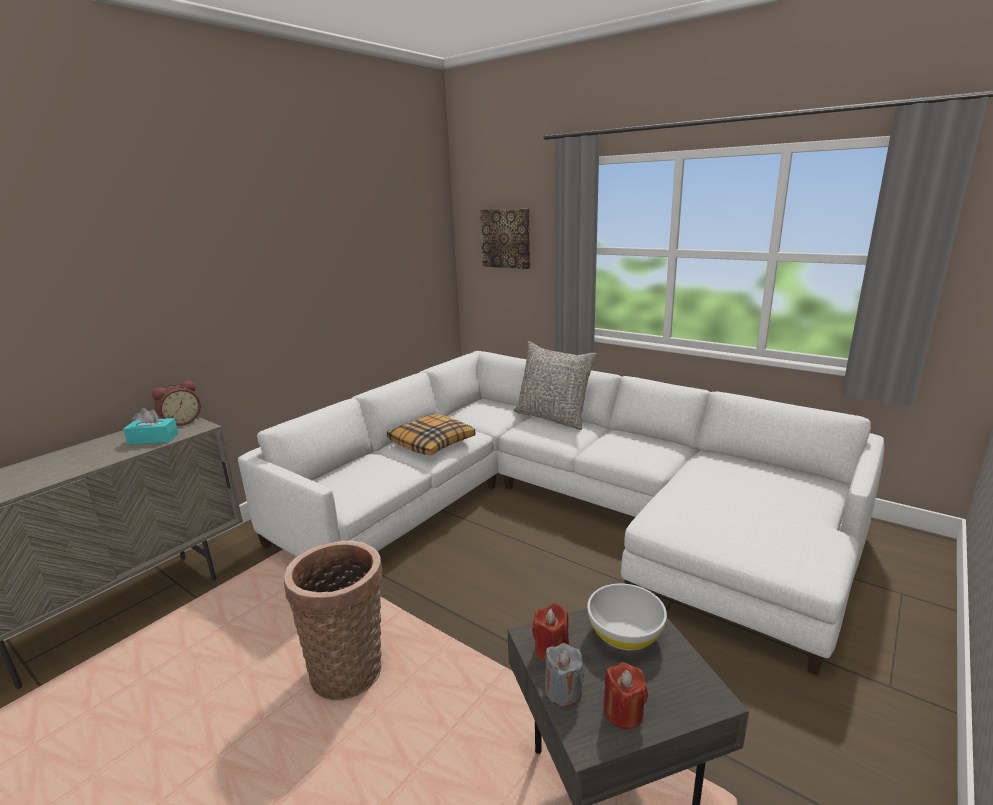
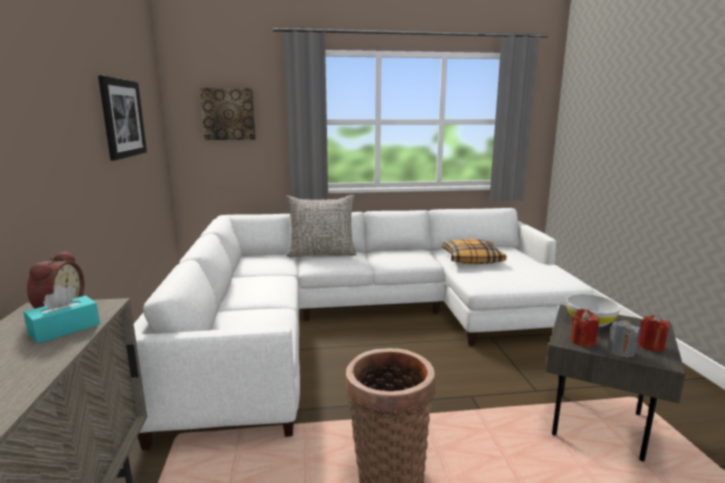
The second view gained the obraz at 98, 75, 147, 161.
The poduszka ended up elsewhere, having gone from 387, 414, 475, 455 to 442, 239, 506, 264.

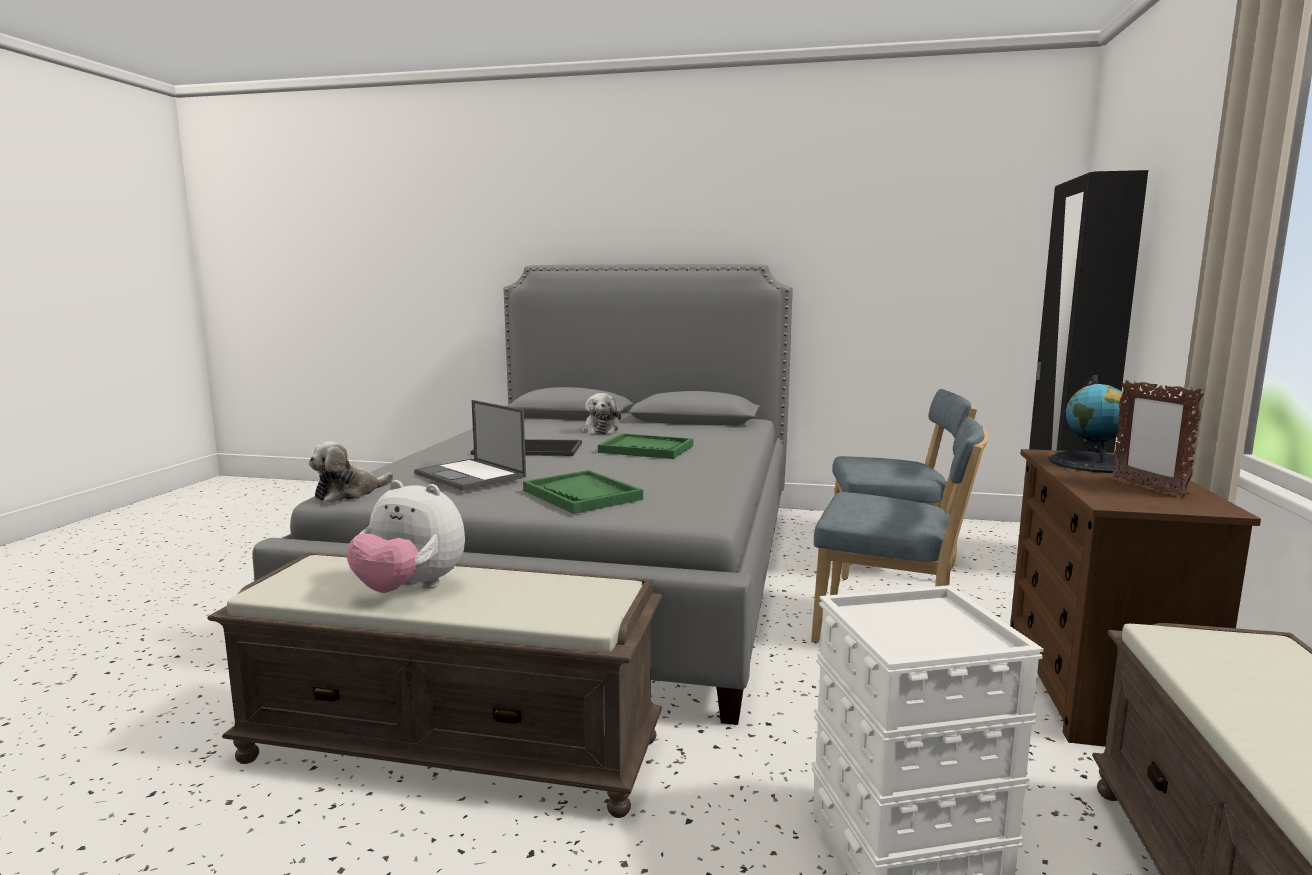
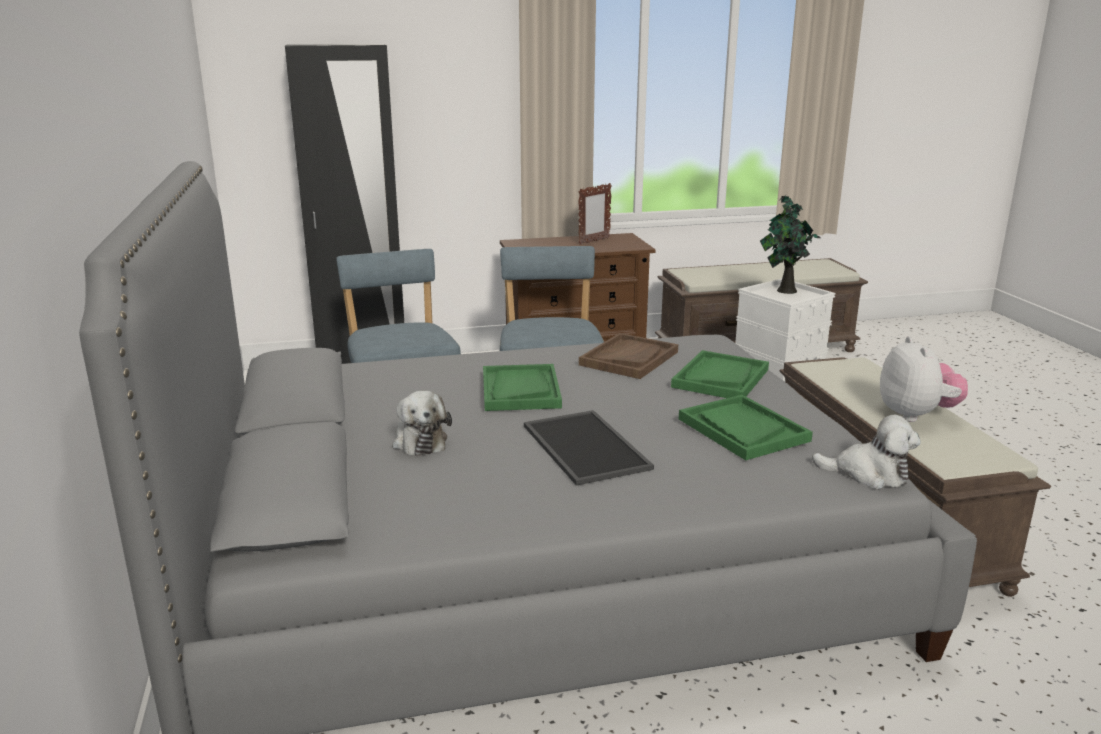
The pluszak at 582, 393, 621, 435 ended up facing another way, 105 degrees clockwise from before.
The second view gained the taca/brązowy at 579, 333, 678, 379.
Where the laptop stood at 414, 400, 526, 491, the taca/zielony came to stand at 679, 395, 813, 460.
The second view gained the roślina doniczkowa at 760, 195, 821, 294.
The second view lost the globus at 1048, 375, 1128, 473.

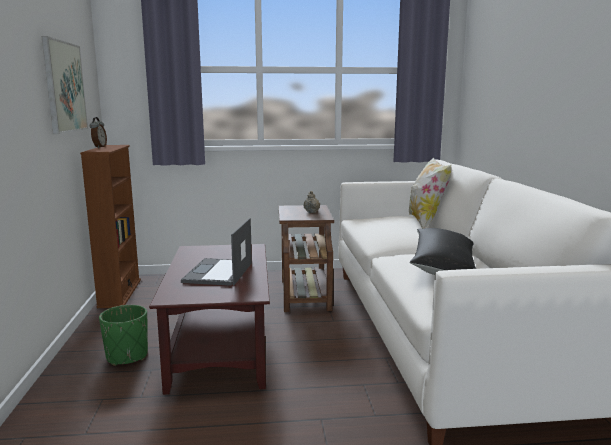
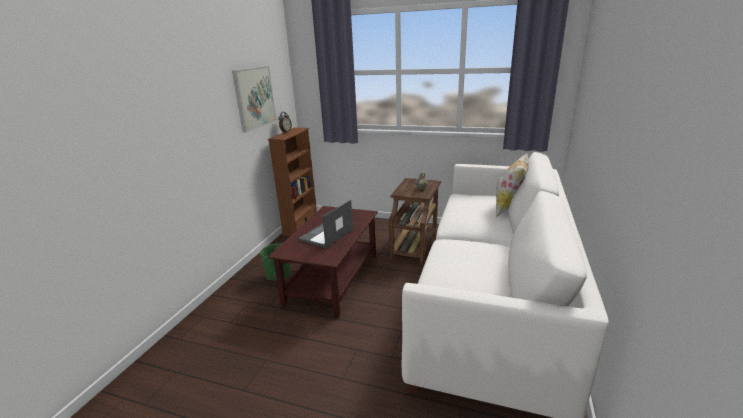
The second view lost the poduszka/czarny at 410, 228, 476, 275.

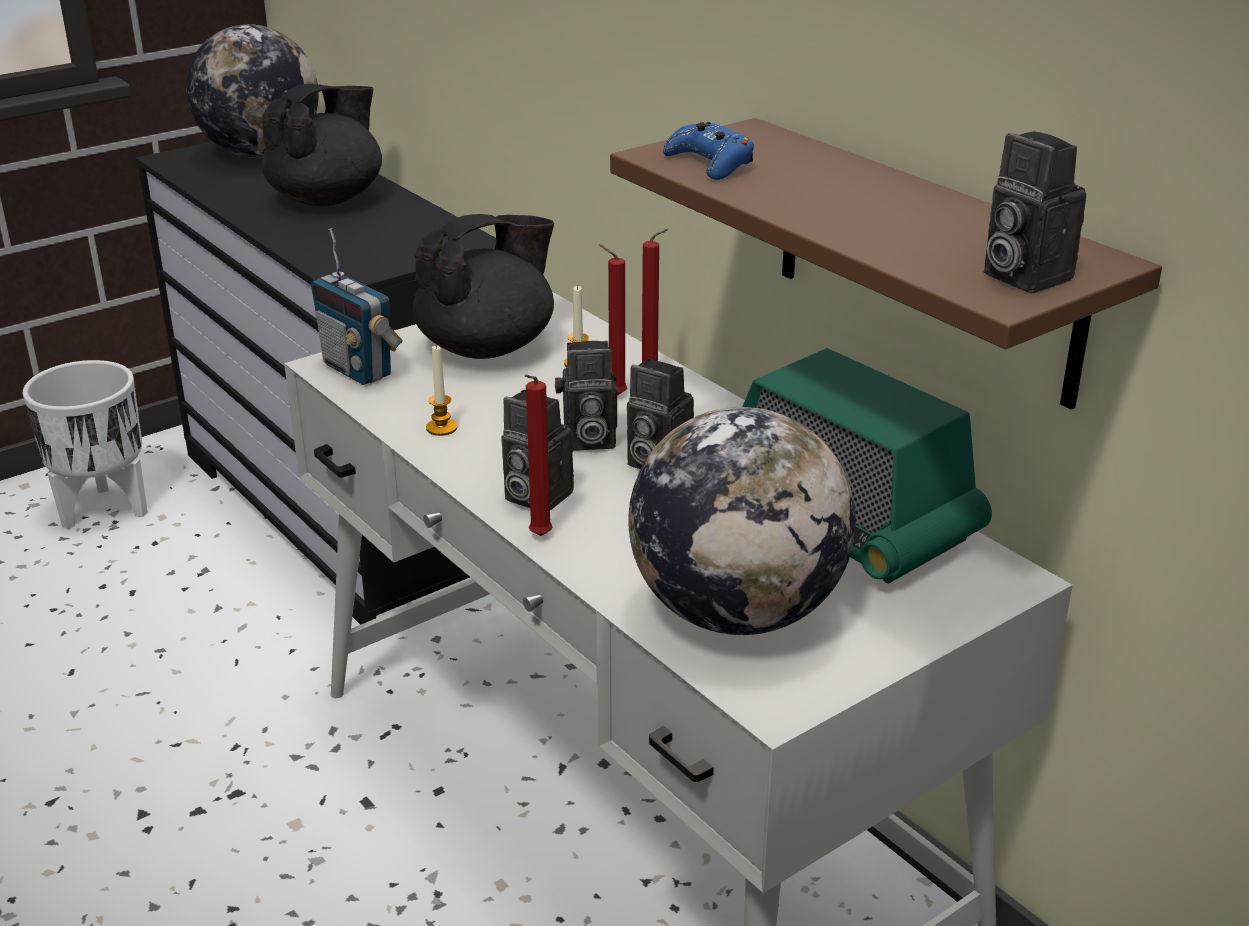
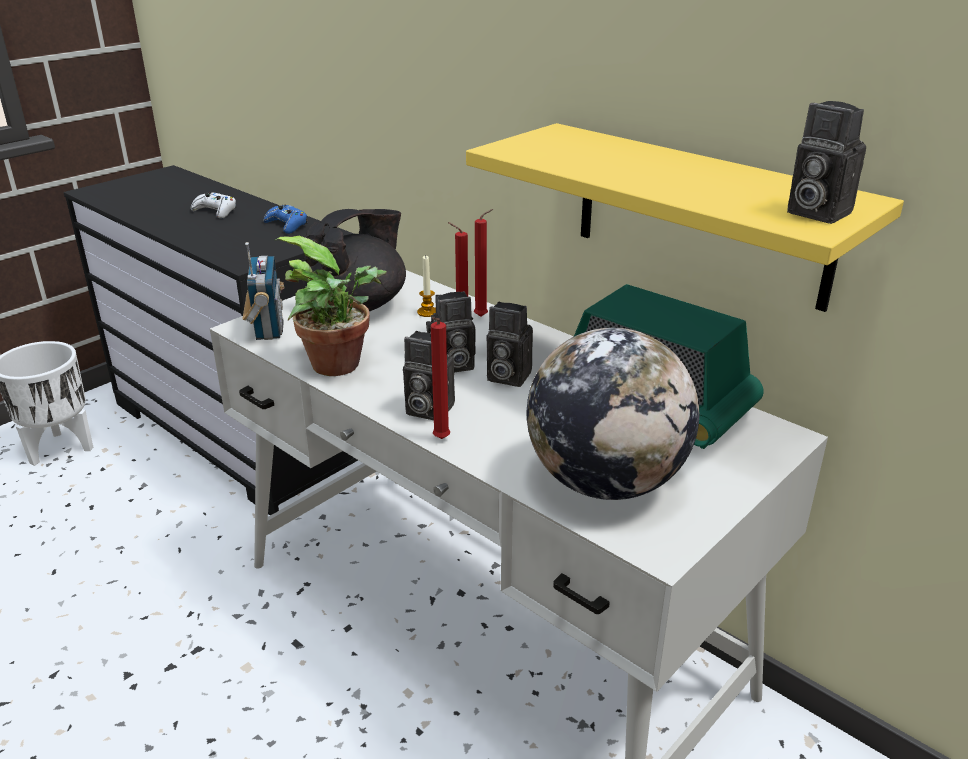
Where the imbryk/czarny stood at 262, 84, 382, 206, the pad do gier/biały came to stand at 191, 192, 236, 219.
The radio at 311, 228, 403, 385 ended up facing another way, 135 degrees counterclockwise from before.
The pad do gier/niebieski ended up elsewhere, having gone from 663, 122, 754, 180 to 264, 205, 308, 234.
Where the świeca stood at 426, 346, 457, 436, the roślina doniczkowa came to stand at 276, 236, 387, 376.
What was the półka/brązowy at 610, 118, 1162, 410 turned into the półka/żółty at 466, 123, 904, 312.
The second view lost the globus at 186, 24, 319, 158.

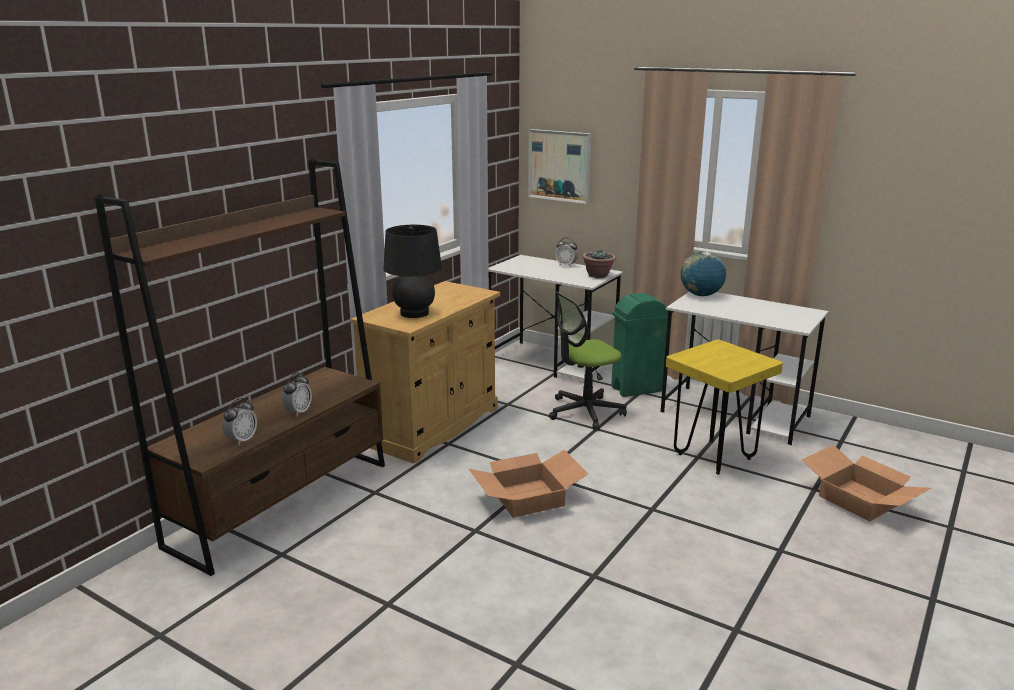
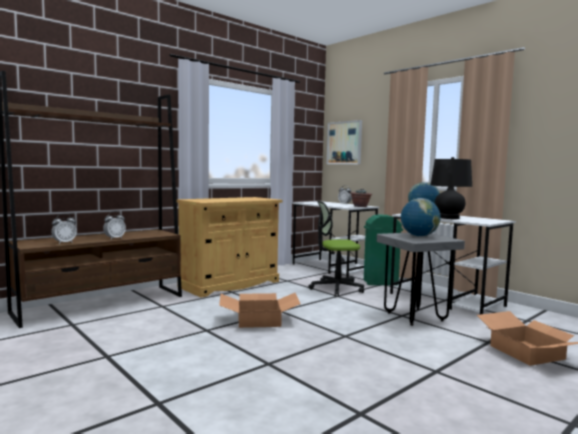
What was the stołek/żółty at 666, 339, 783, 474 turned into the stołek/szary at 377, 233, 465, 326.
The second view gained the globus at 401, 198, 441, 237.
The lampa stołowa/czarny ended up elsewhere, having gone from 384, 225, 442, 318 to 431, 157, 472, 219.

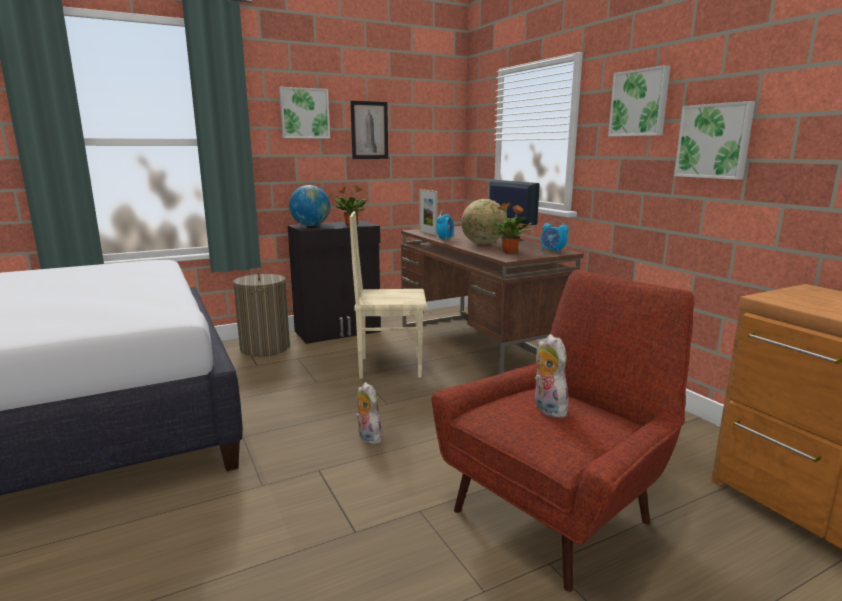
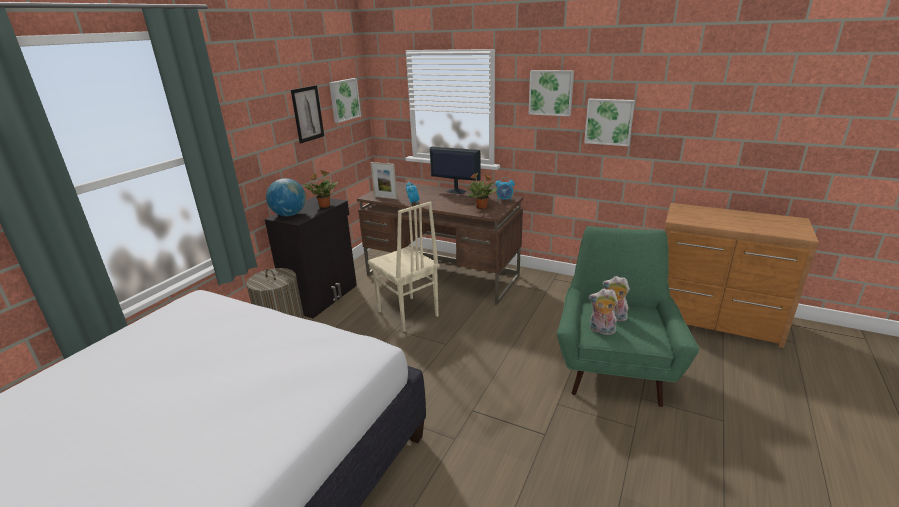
The obraz ended up elsewhere, having gone from 279, 87, 330, 139 to 329, 78, 361, 123.
The krzesło/beżowy at 349, 211, 427, 379 ended up facing another way, 90 degrees counterclockwise from before.
What was the fotel/czerwony at 431, 270, 694, 592 turned into the fotel/zielony at 557, 226, 699, 407.
The pluszak ended up elsewhere, having gone from 355, 382, 383, 445 to 589, 289, 618, 335.
The second view lost the globus at 461, 199, 506, 244.

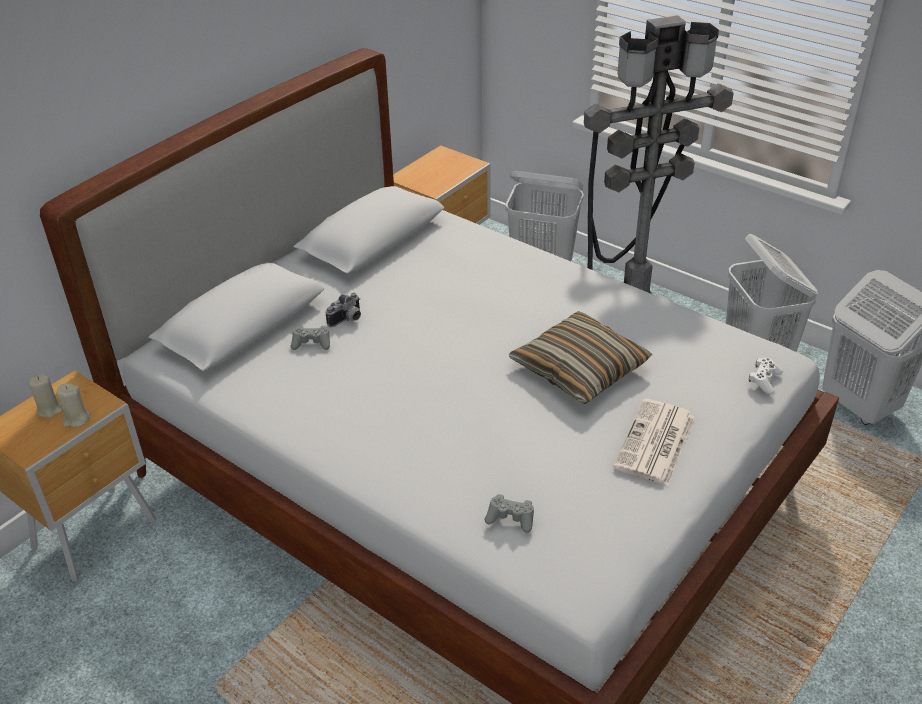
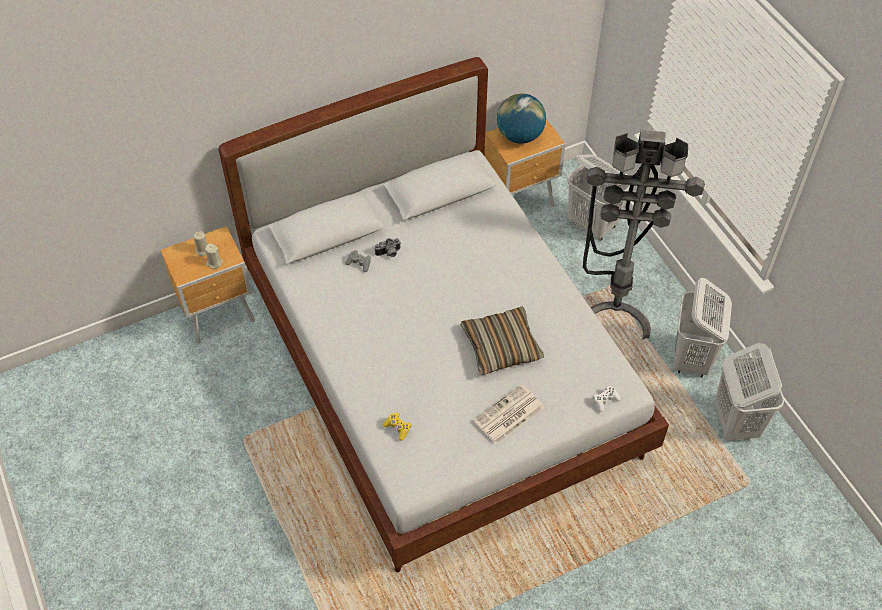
What was the pad do gier/szary at 484, 494, 534, 533 turned into the pad do gier/żółty at 383, 412, 411, 440.
The second view gained the globus at 497, 93, 546, 144.

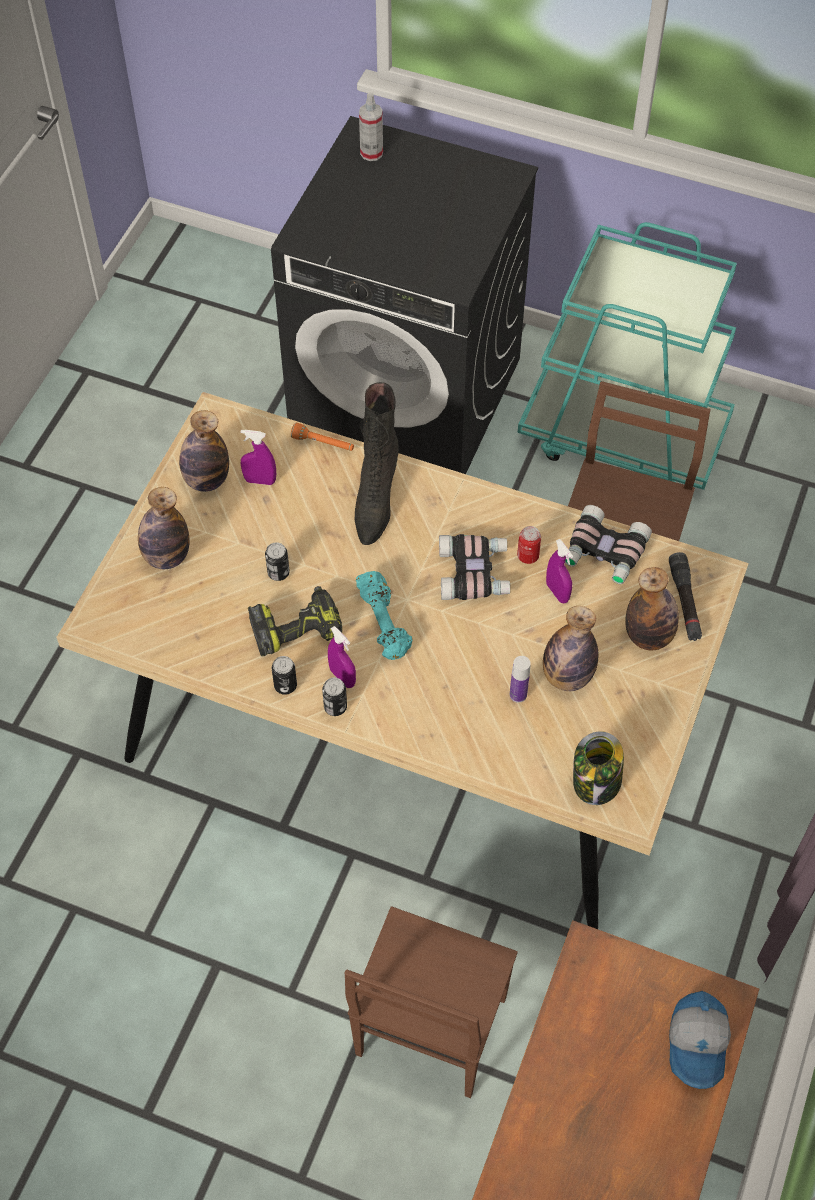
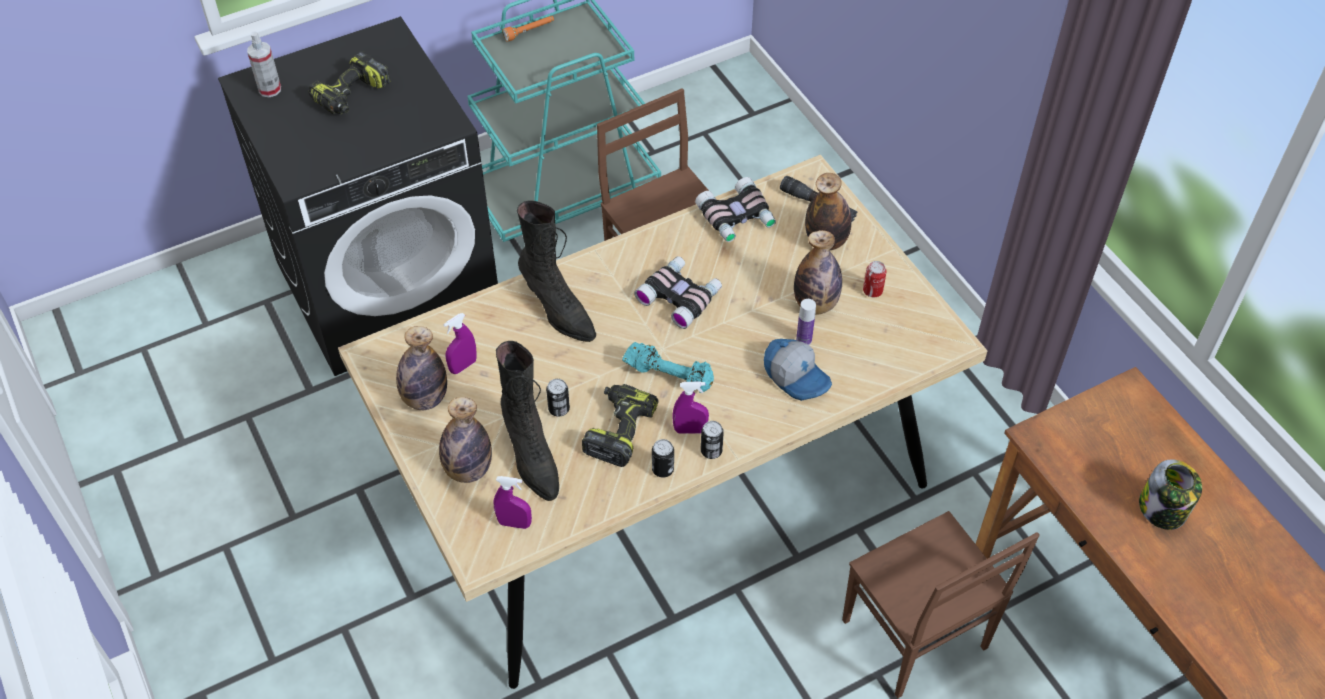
The second view gained the wiertarka at 308, 51, 391, 114.
The spryskiwacz/fioletowy ended up elsewhere, having gone from 546, 539, 573, 603 to 494, 476, 532, 529.
The second view gained the but z cholewką/czarny at 496, 341, 559, 501.
The latarka/pomarańczowy ended up elsewhere, having gone from 291, 423, 354, 451 to 502, 16, 554, 42.
The czapka z daszkiem ended up elsewhere, having gone from 669, 991, 731, 1089 to 764, 339, 832, 401.
The puszka ended up elsewhere, having gone from 517, 526, 541, 564 to 863, 261, 887, 297.
The słoik ended up elsewhere, having gone from 573, 731, 624, 805 to 1139, 459, 1202, 530.

